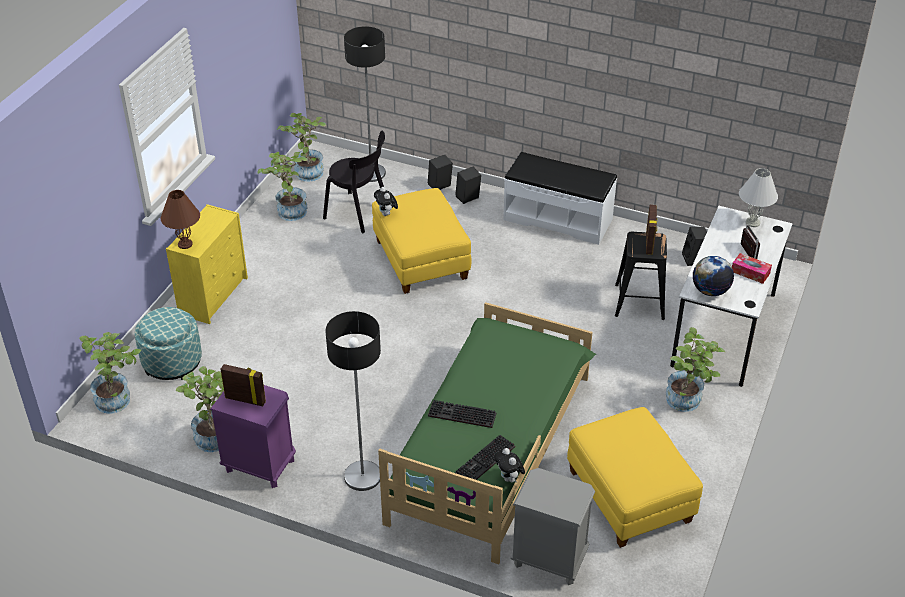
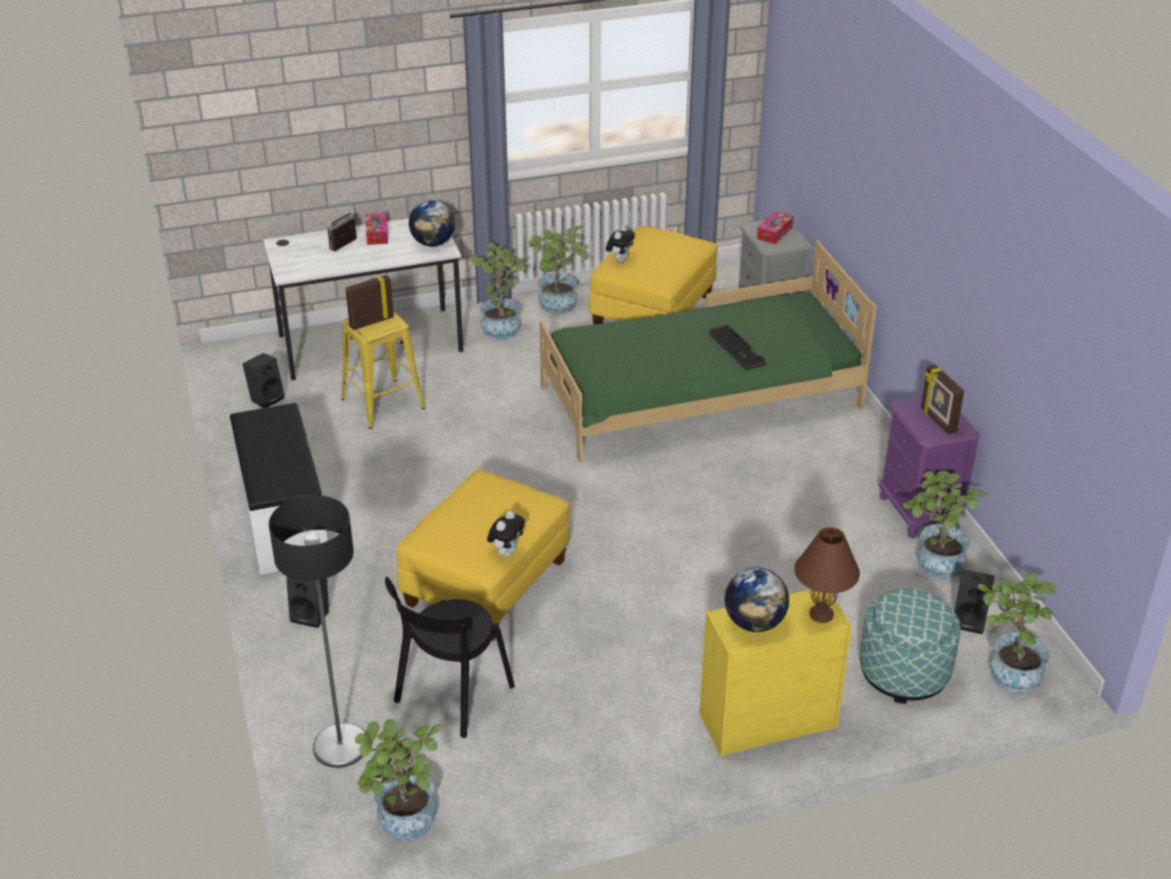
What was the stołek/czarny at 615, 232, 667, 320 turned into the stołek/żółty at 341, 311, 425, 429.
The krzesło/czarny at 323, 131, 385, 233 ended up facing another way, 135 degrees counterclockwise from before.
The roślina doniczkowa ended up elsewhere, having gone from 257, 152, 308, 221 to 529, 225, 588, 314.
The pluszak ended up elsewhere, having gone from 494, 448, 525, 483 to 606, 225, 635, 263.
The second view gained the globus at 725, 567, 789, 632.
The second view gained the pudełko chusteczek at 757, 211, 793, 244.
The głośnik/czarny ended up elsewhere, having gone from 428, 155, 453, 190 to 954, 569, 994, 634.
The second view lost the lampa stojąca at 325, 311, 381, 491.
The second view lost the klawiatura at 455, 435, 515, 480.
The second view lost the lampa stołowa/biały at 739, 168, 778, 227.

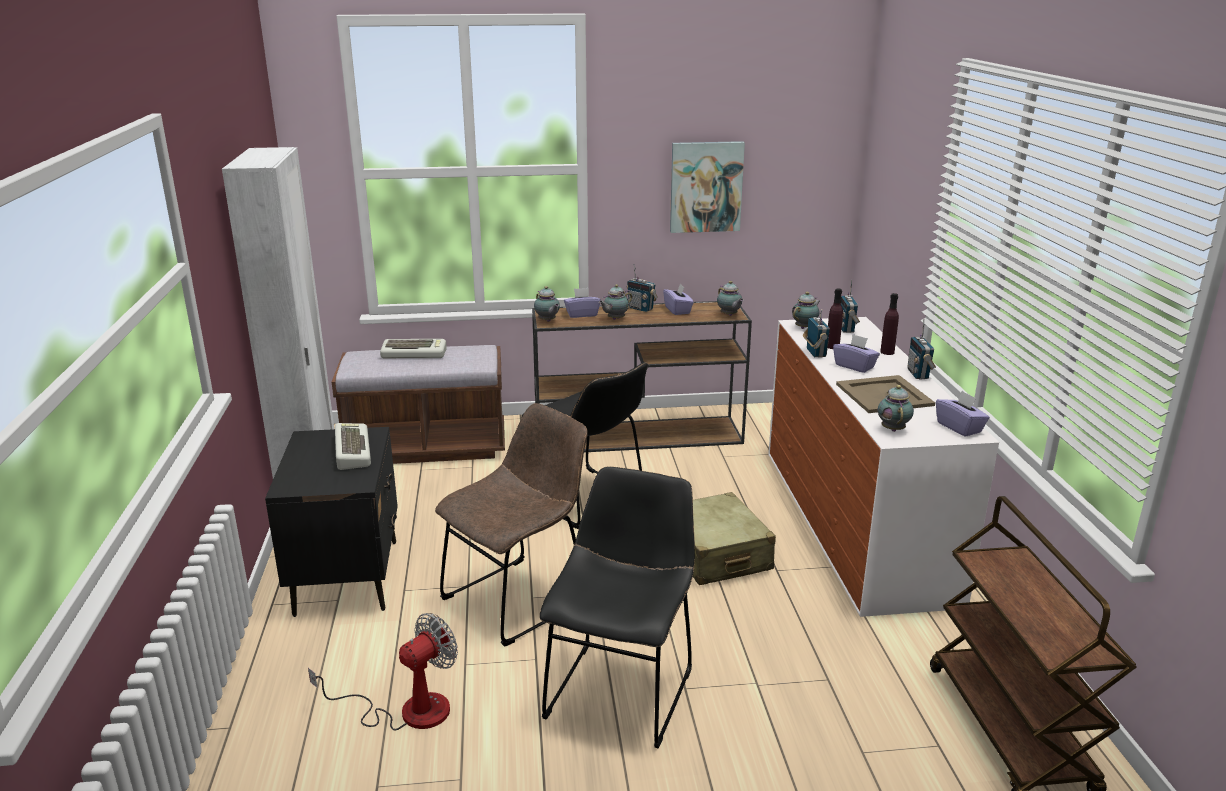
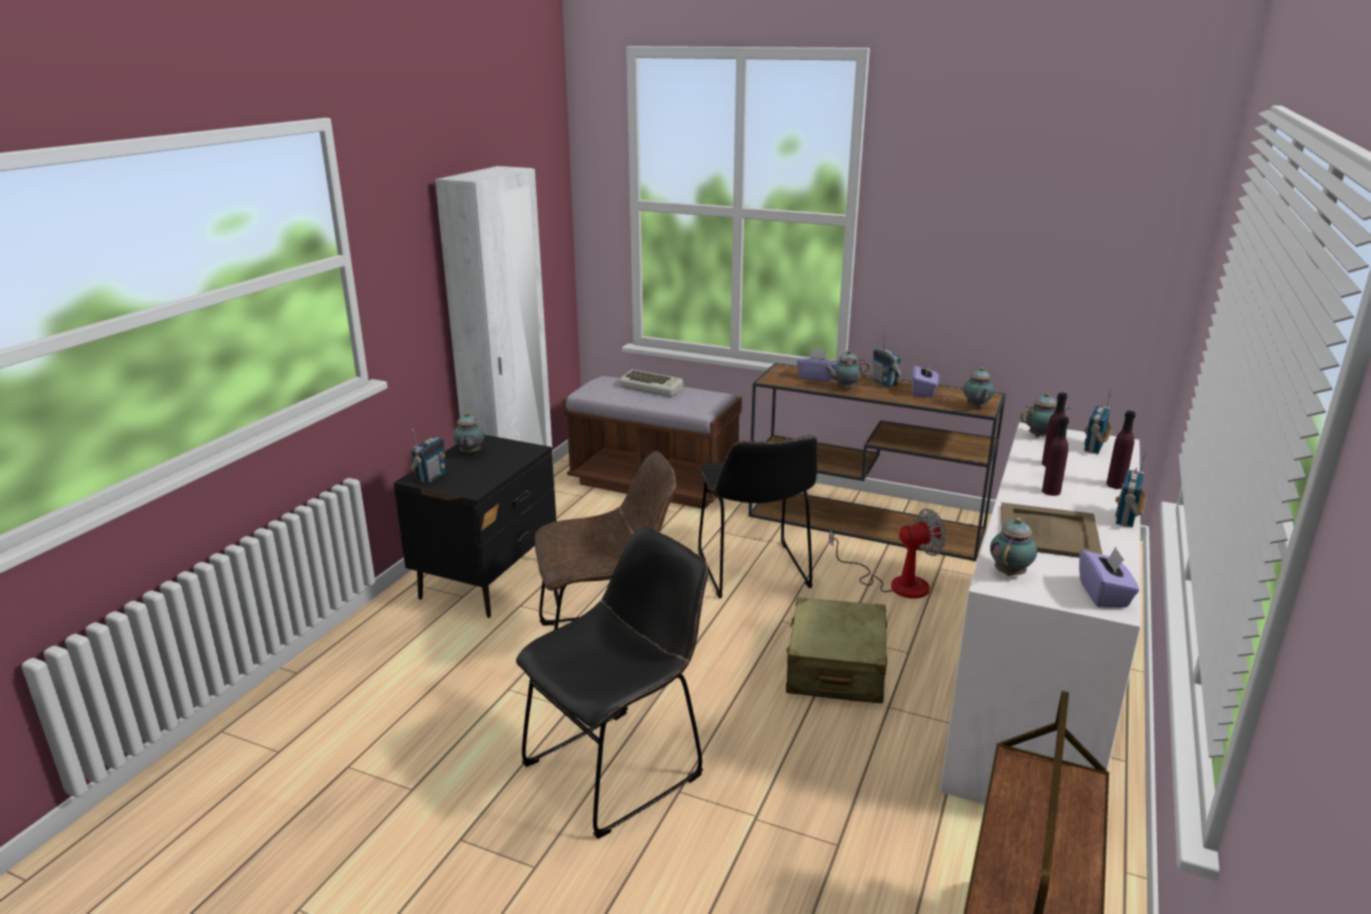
The radio ended up elsewhere, having gone from 803, 309, 830, 358 to 410, 429, 445, 483.
The imbryk ended up elsewhere, having gone from 534, 286, 560, 322 to 453, 412, 485, 454.
The wentylator ended up elsewhere, having gone from 308, 613, 458, 730 to 829, 509, 946, 598.
Where the pudełko chusteczek/fioletowy stood at 833, 334, 880, 373, the butelka/fioletowy came to stand at 1042, 416, 1069, 496.
The second view lost the klawiatura at 335, 423, 371, 470.
The second view lost the obraz at 670, 141, 745, 233.

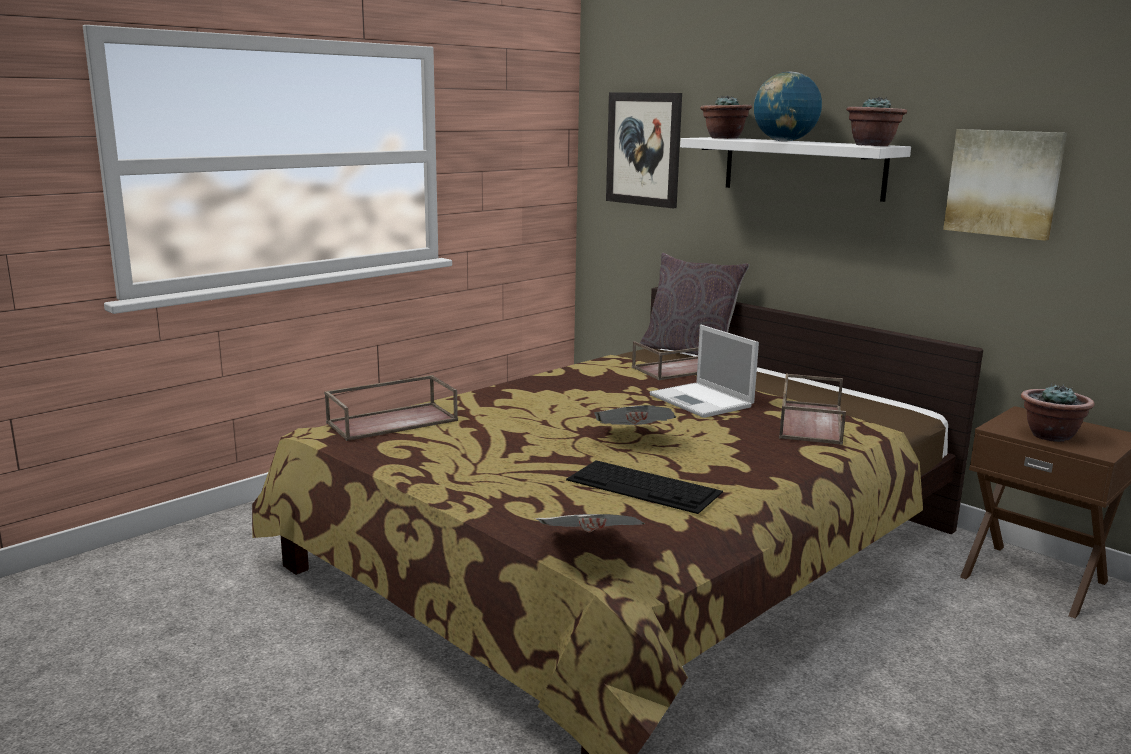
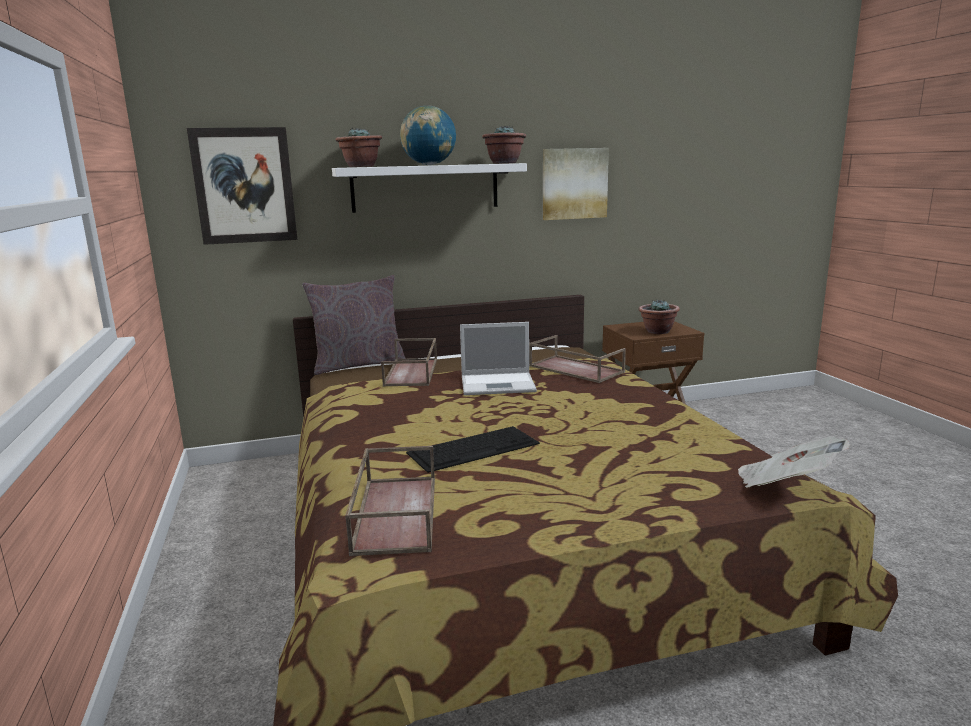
The klawiatura ended up elsewhere, having gone from 566, 460, 723, 514 to 406, 426, 540, 473.
The second view lost the gazeta at 594, 405, 676, 425.

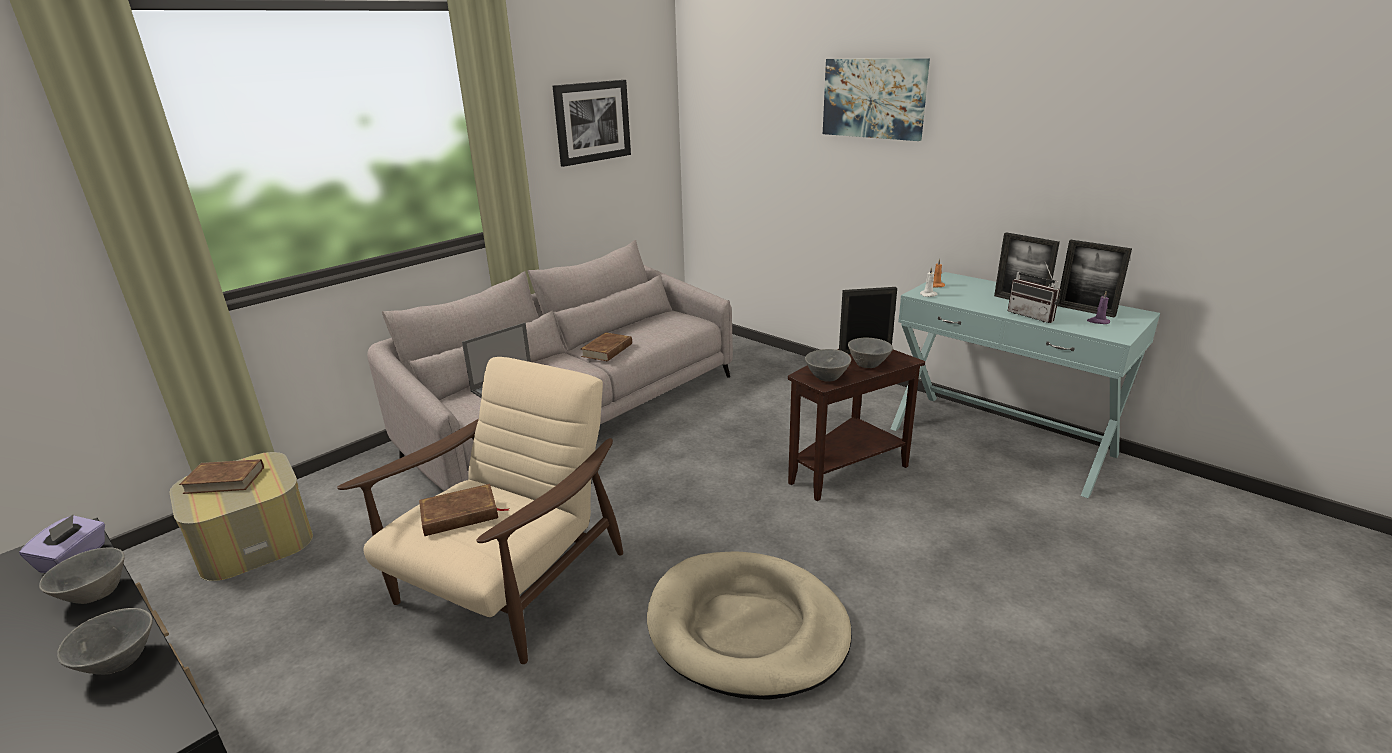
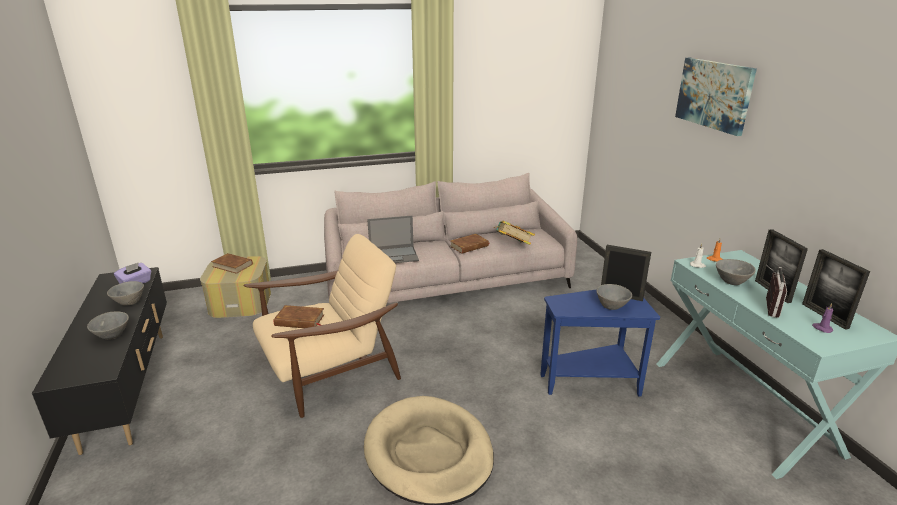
The second view gained the książka at 494, 221, 535, 245.
What was the stolik/brązowy at 788, 349, 925, 501 turned into the stolik/niebieski at 540, 289, 660, 397.
The miska/szary ended up elsewhere, having gone from 805, 349, 851, 382 to 716, 259, 756, 285.
The radio at 1008, 261, 1060, 323 ended up facing another way, 150 degrees counterclockwise from before.
The second view lost the obraz at 553, 80, 631, 167.

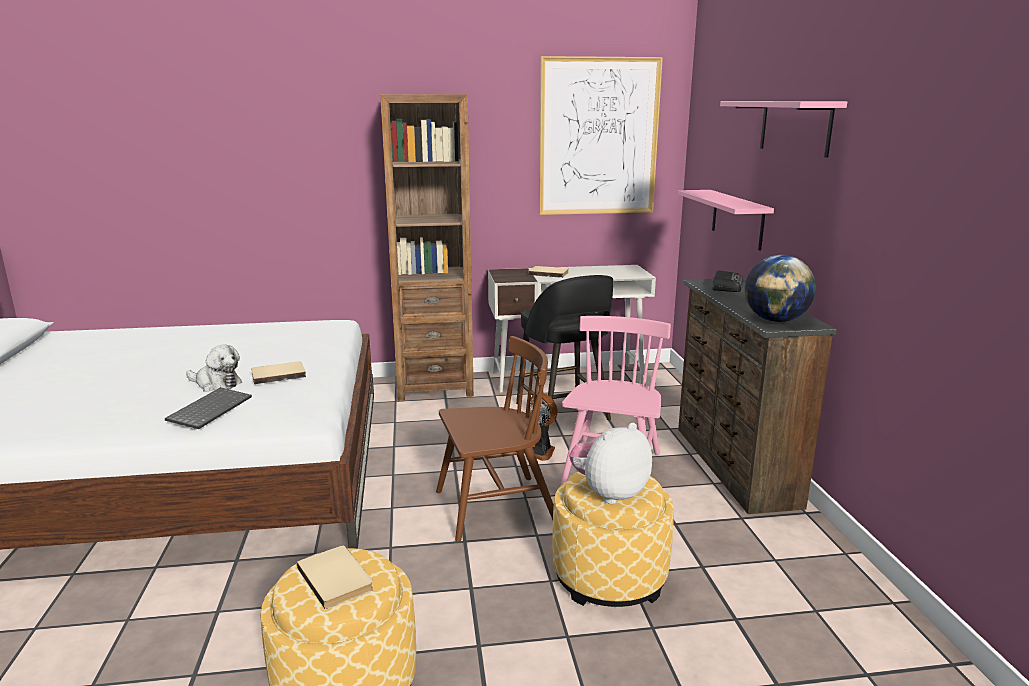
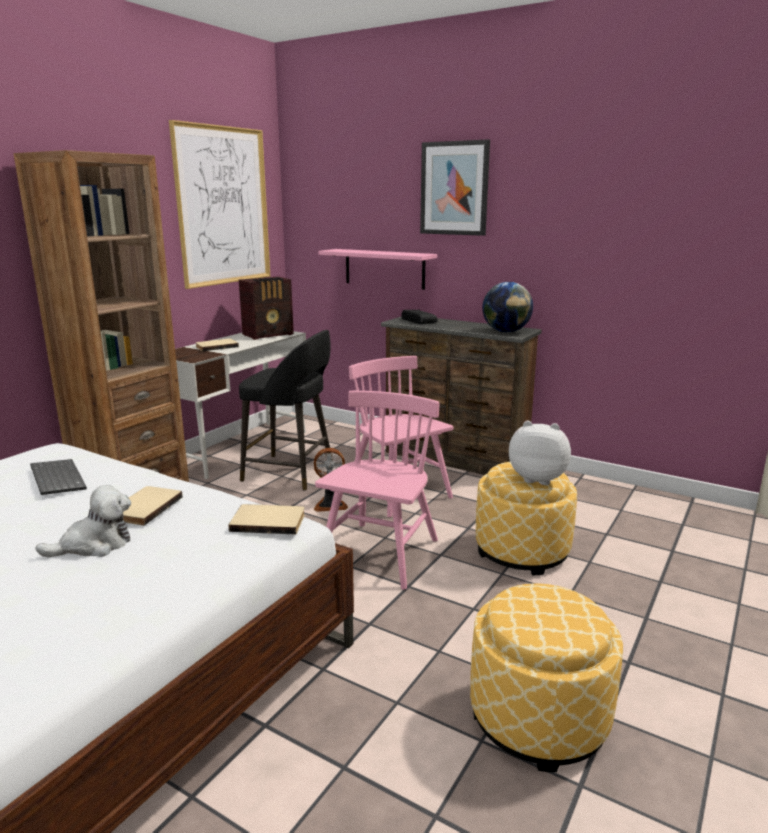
The klawiatura ended up elsewhere, having gone from 165, 387, 252, 429 to 30, 459, 87, 495.
The książka/beżowy ended up elsewhere, having gone from 297, 545, 373, 610 to 229, 504, 305, 534.
The second view gained the radio at 239, 277, 294, 340.
What was the krzesło/brązowy at 436, 336, 554, 542 turned into the krzesło/różowy at 315, 391, 440, 590.
Where the półka/różowy hung at 720, 101, 847, 158, the obraz came to hang at 420, 139, 490, 236.
The pluszak at 569, 423, 652, 504 ended up facing another way, 105 degrees clockwise from before.

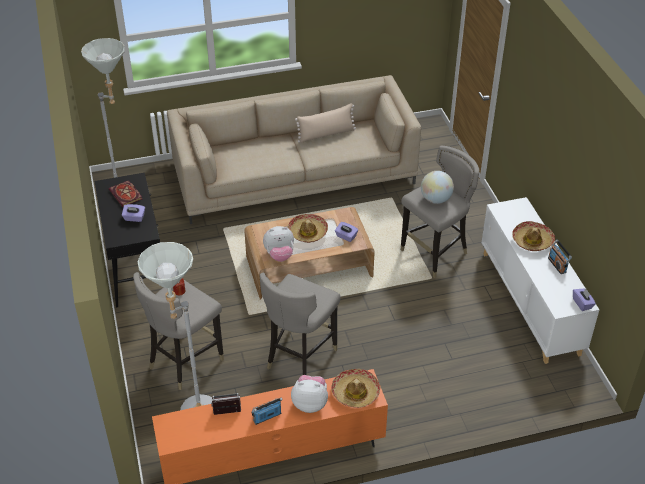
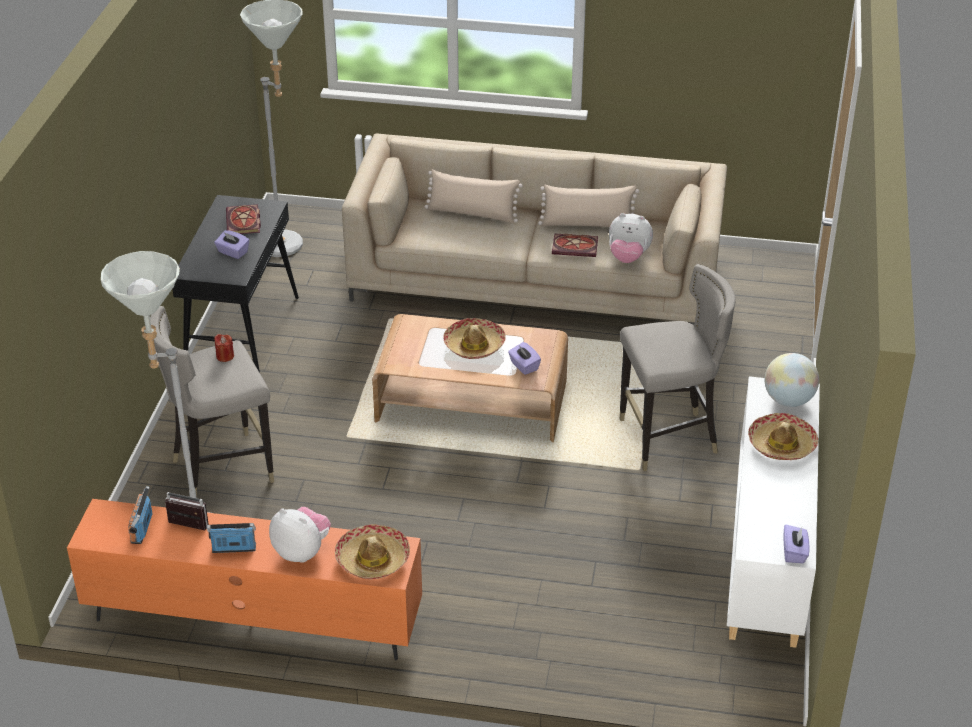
The radio ended up elsewhere, having gone from 548, 240, 572, 274 to 128, 486, 152, 544.
The second view gained the poduszka/beżowy at 424, 169, 523, 224.
The second view gained the książka at 552, 234, 598, 257.
The pluszak ended up elsewhere, having gone from 263, 226, 294, 262 to 609, 213, 653, 263.
The globus ended up elsewhere, having gone from 421, 171, 454, 204 to 764, 353, 819, 407.
The second view lost the stołek/szary at 260, 273, 341, 375.

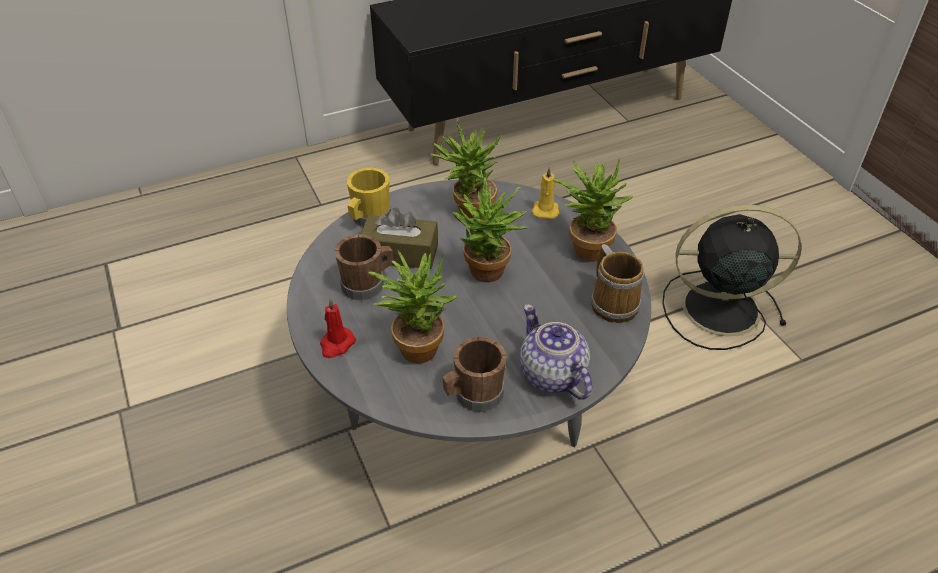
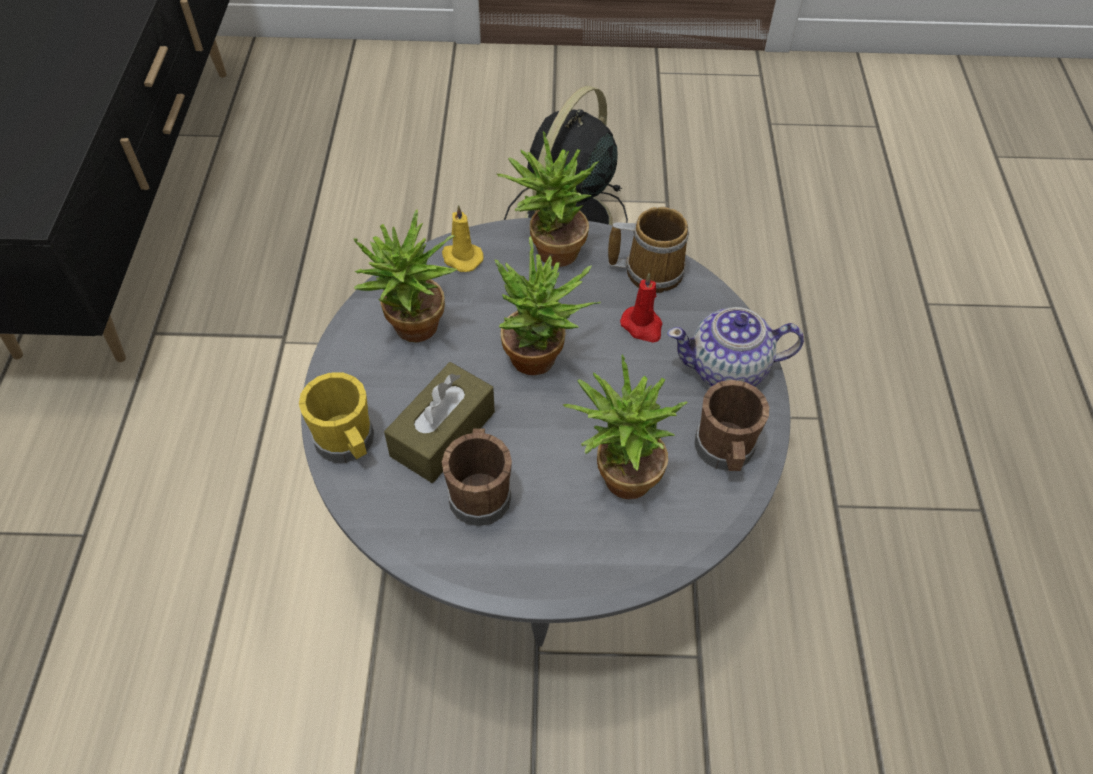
The świeca/czerwony ended up elsewhere, having gone from 320, 298, 356, 358 to 620, 273, 663, 343.

